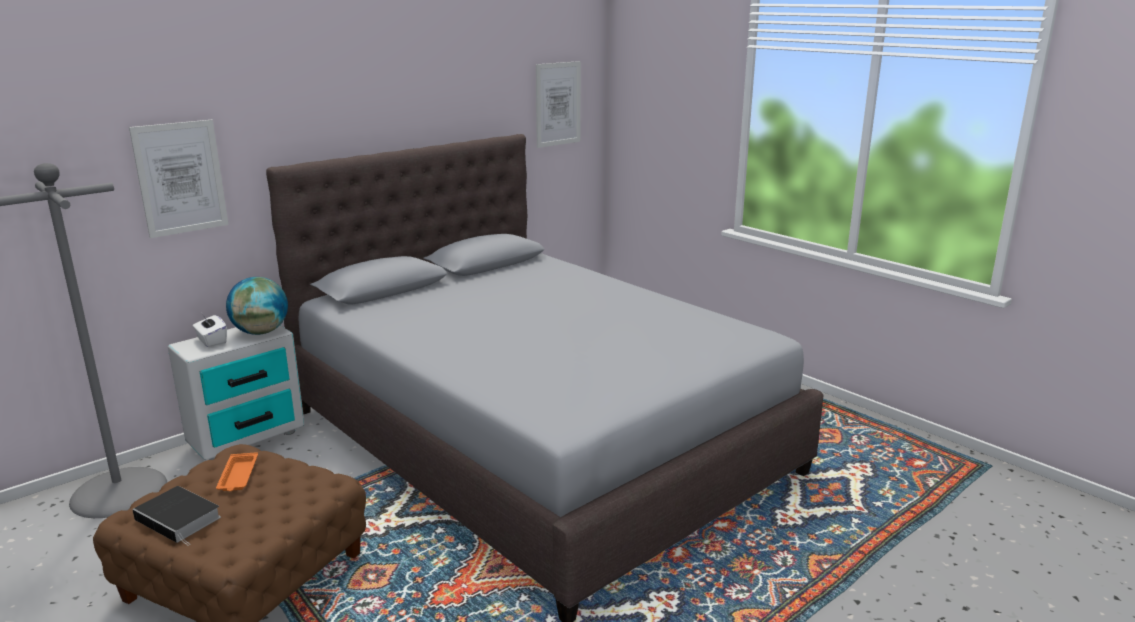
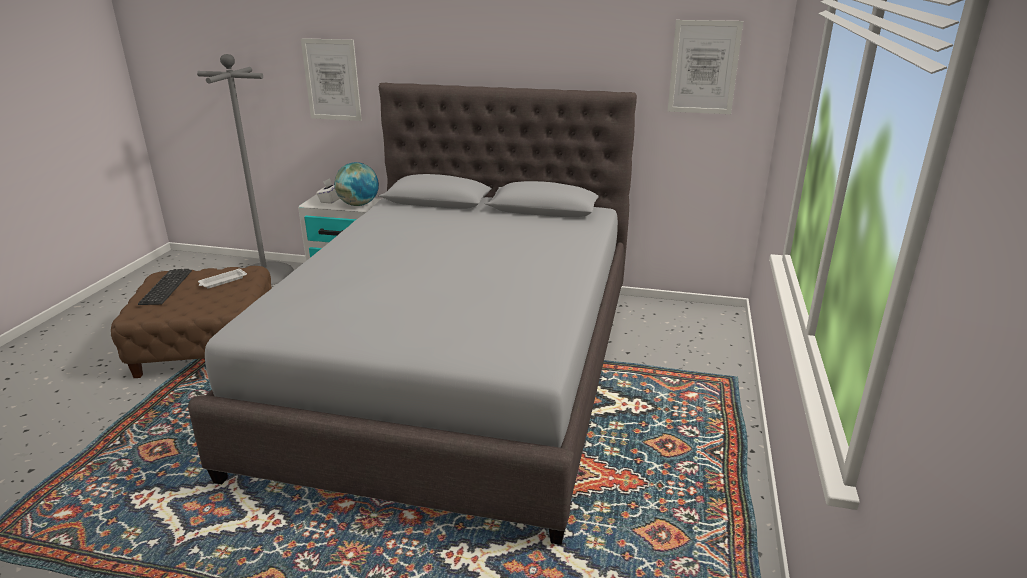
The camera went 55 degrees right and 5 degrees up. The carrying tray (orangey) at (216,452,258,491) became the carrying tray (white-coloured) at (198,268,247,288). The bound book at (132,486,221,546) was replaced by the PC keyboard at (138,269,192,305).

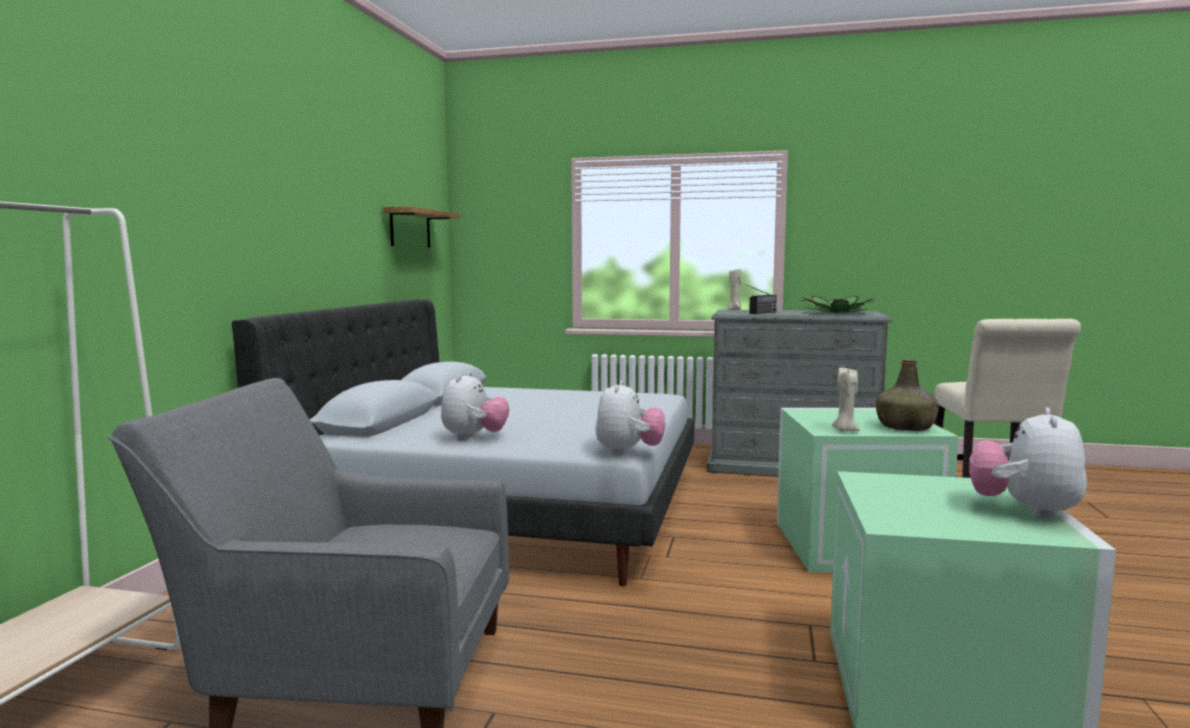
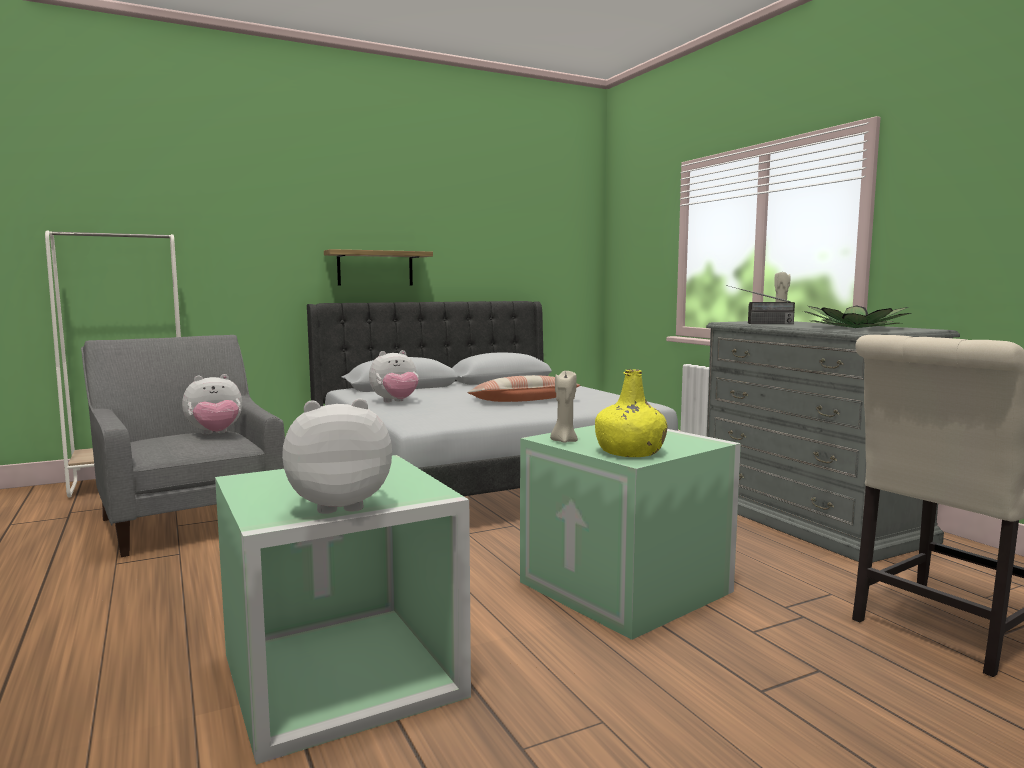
The camera went 50 degrees right and 0 degrees up. The shelf moved from (383,206,460,248) to (324,249,433,286). The drink bottle (green-coloured) at (876,359,939,431) became the drink bottle (yellow) at (595,369,668,457). The cuddly toy moved from (595,380,666,455) to (182,374,242,434). The pillow at (467,375,581,402) appeared.

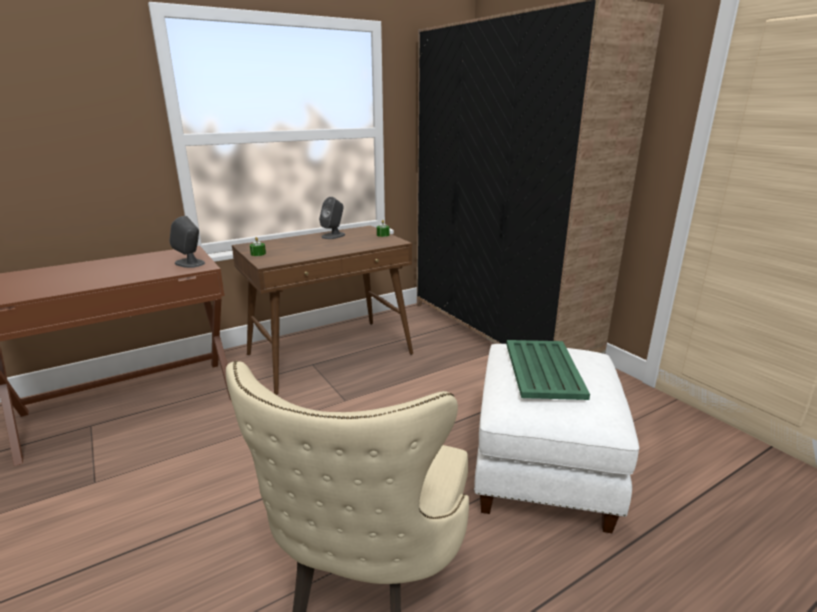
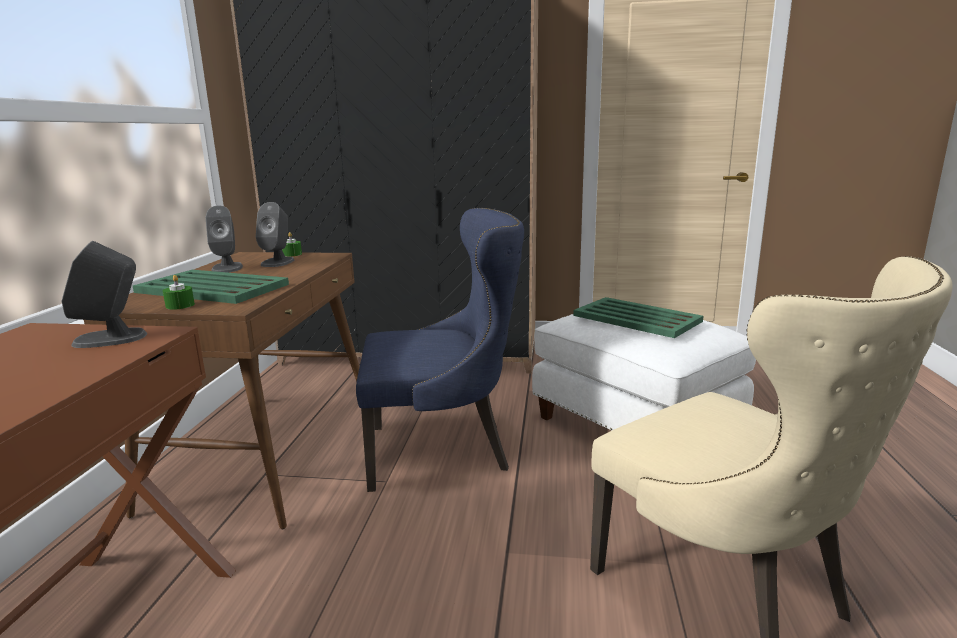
The camera went 50 degrees left and 5 degrees down. The loudspeaker (grey) at (256,202,294,267) appeared. The chair (bluish) at (356,208,524,492) appeared. The carrying tray (green-coloured) at (133,270,289,304) appeared.

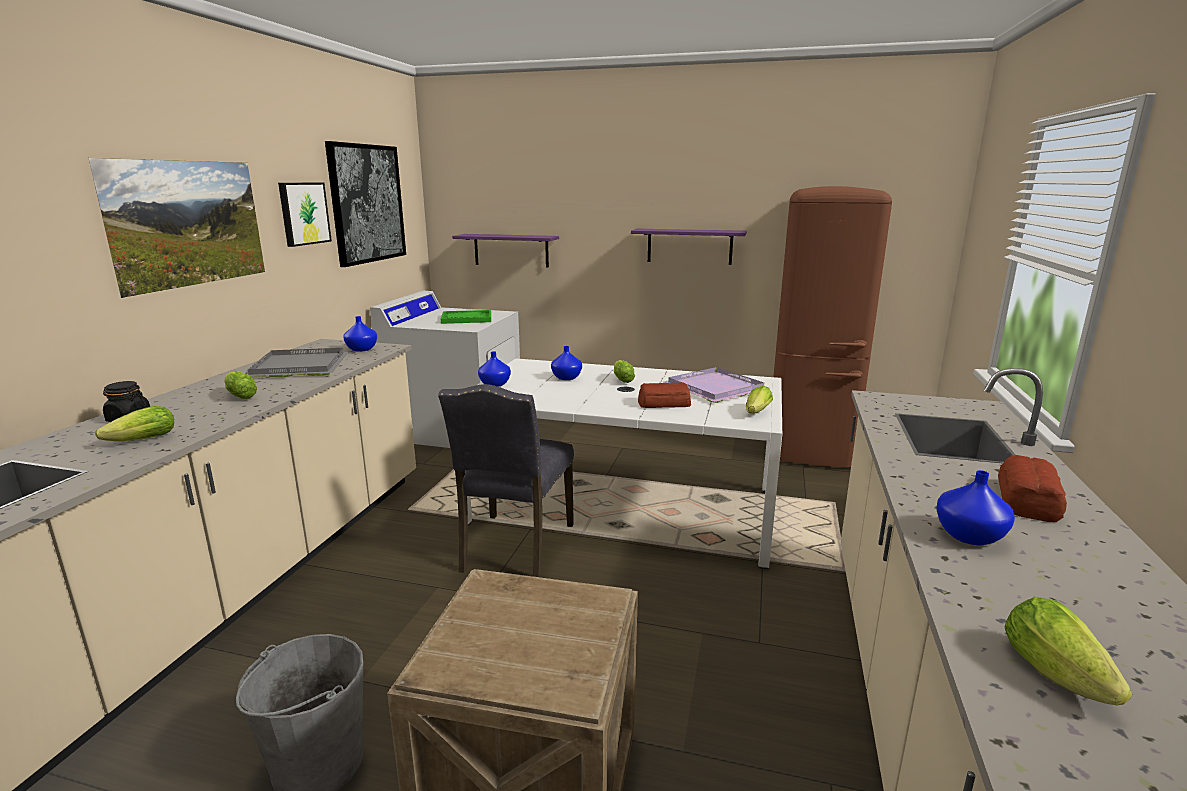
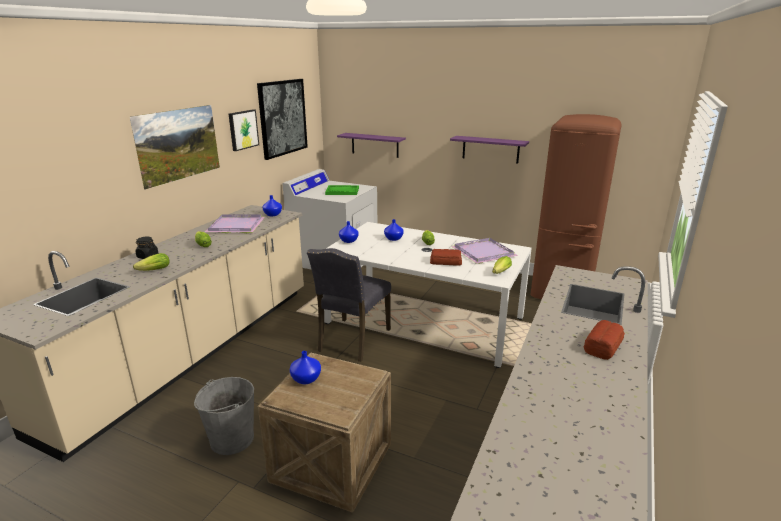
The camera went 10 degrees right and 5 degrees up. The carrying tray (grey) at (245,348,349,377) became the carrying tray (purple-coloured) at (205,214,265,233). The vase (bluish) moved from (937,470,1015,545) to (290,351,321,384). The head of lettuce at (1005,597,1132,705) disappeared.

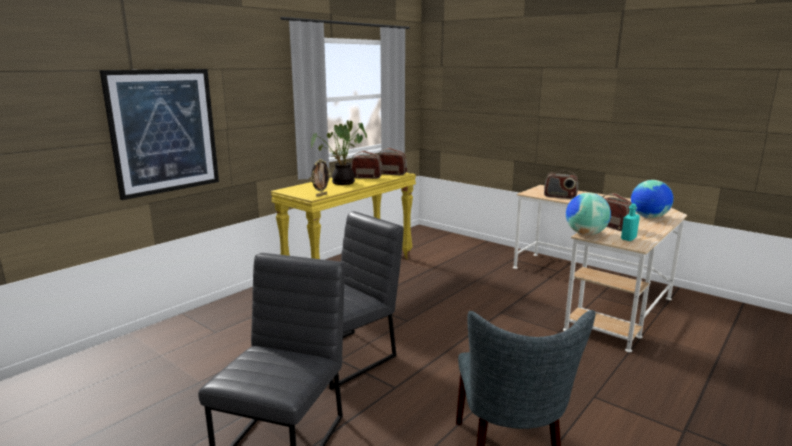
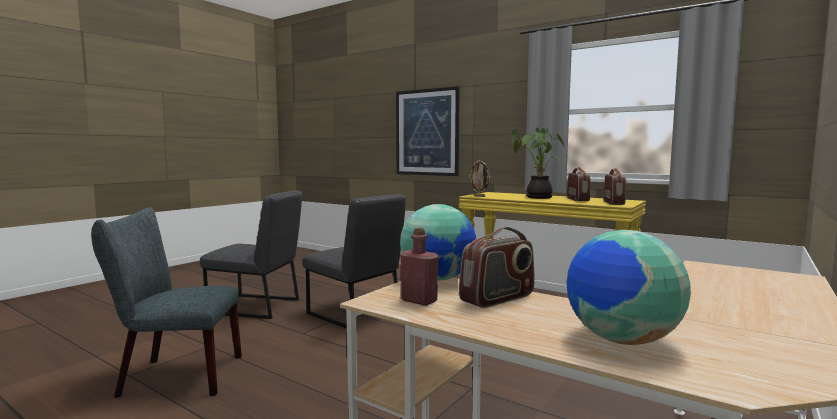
The camera went 85 degrees right and 10 degrees down. The radio set at (544,170,578,199) disappeared. The drink bottle (turquoise) at (621,203,640,241) became the drink bottle (red) at (400,228,439,306).

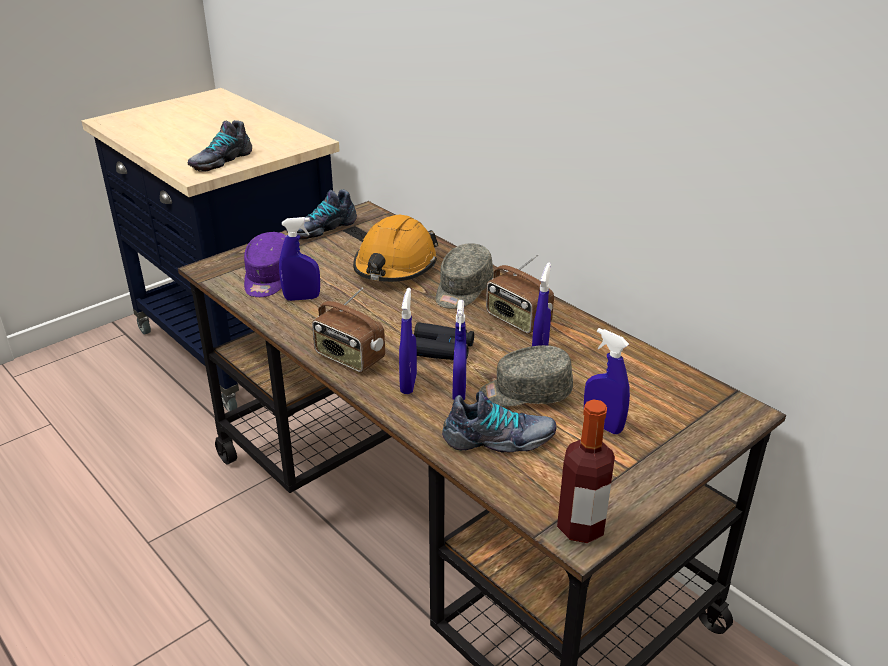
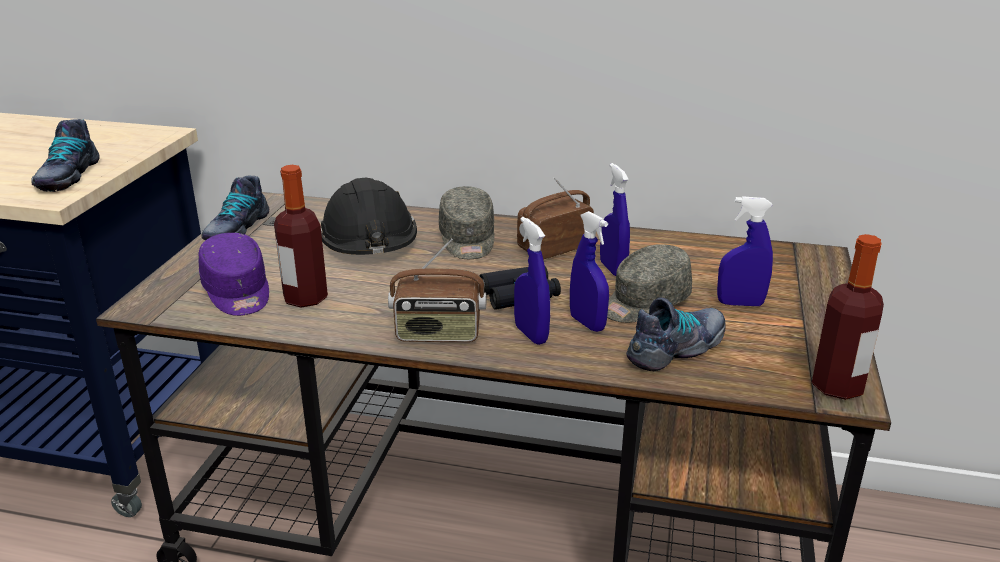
The camera went 35 degrees left and 5 degrees down. The safety helmet (orangey) at (353,215,439,282) became the safety helmet (black-coloured) at (321,178,417,255). The sprayer (bluish) at (279,217,320,301) was replaced by the drink bottle at (274,165,328,308). The radio set at (486,254,554,334) turned 135 degrees clockwise.

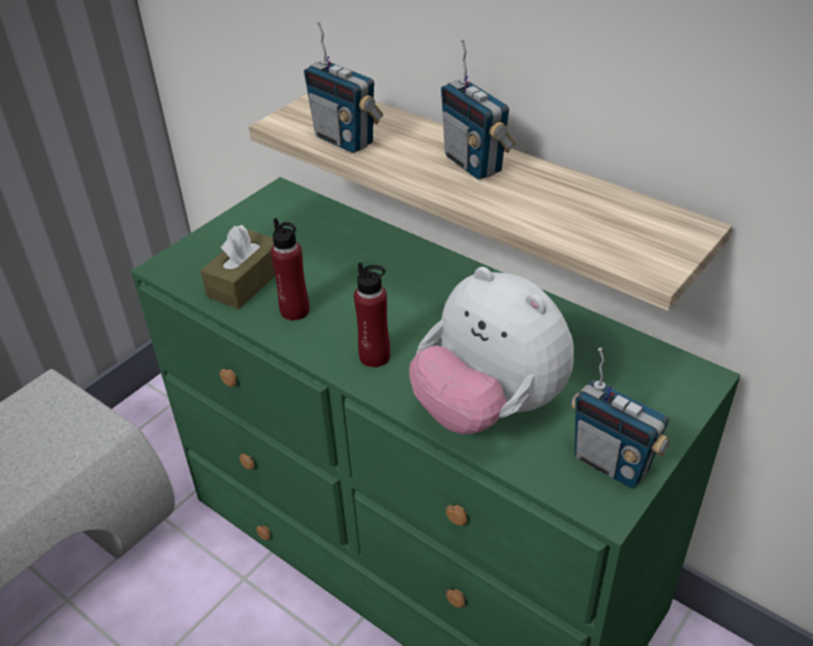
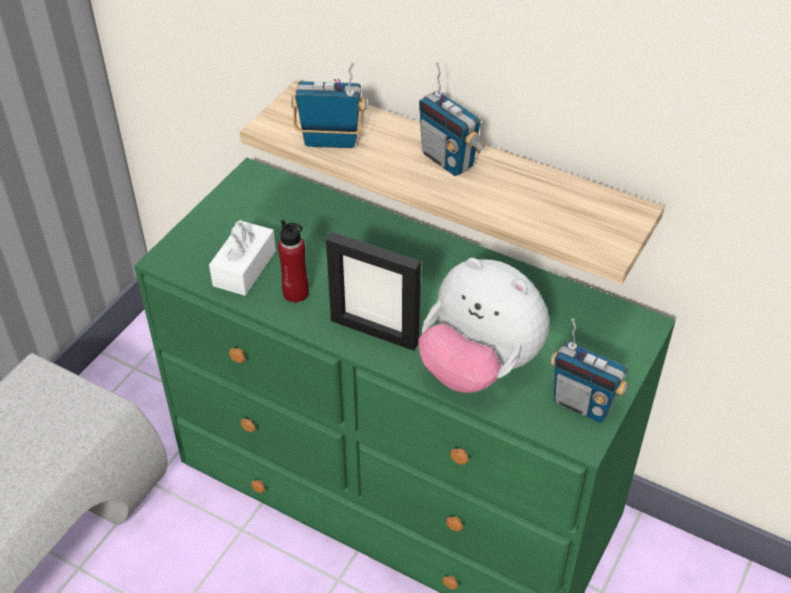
The camera went 10 degrees left and 5 degrees up. The radio set at (304,22,383,153) turned 150 degrees clockwise. The tissue box (brown) at (201,225,275,309) became the tissue box (white-coloured) at (209,220,276,296). The drink bottle (red) at (354,262,390,368) was replaced by the picture frame at (326,232,421,351).

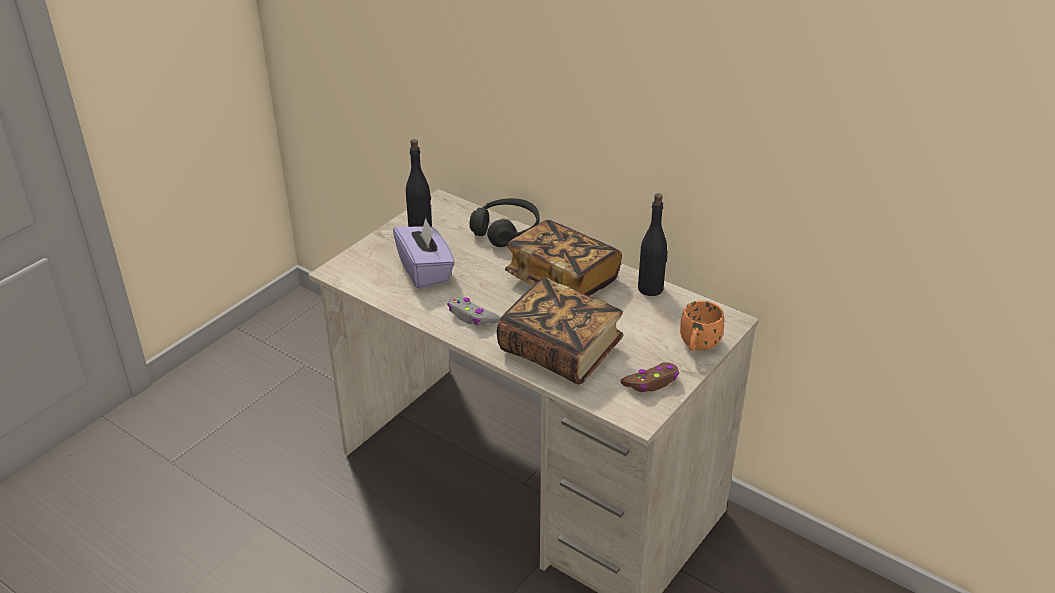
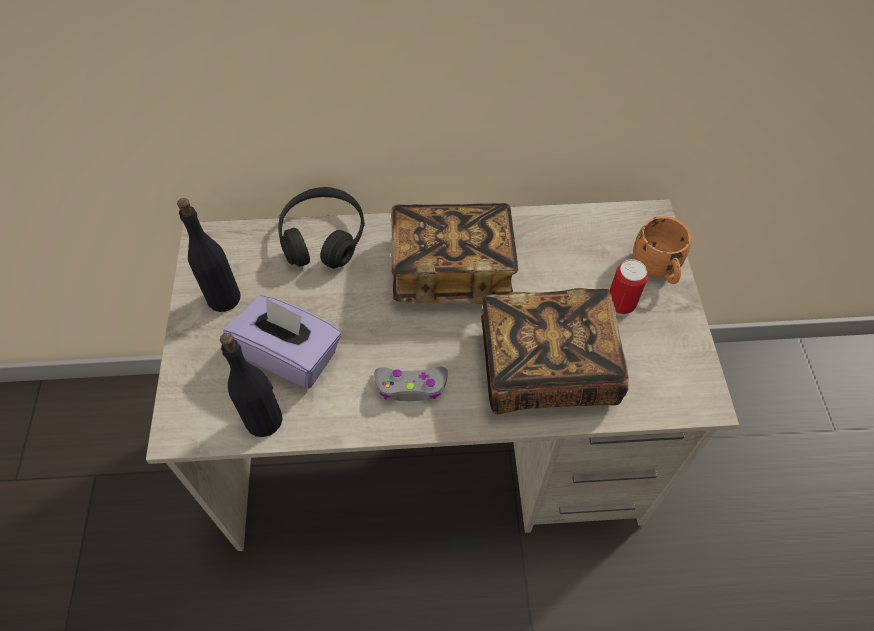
The camera went 40 degrees left and 20 degrees up. The drink bottle (black-coloured) moved from (638,193,668,296) to (220,333,283,437). The joypad (brown) at (621,362,679,392) disappeared. The can at (610,259,648,316) appeared.

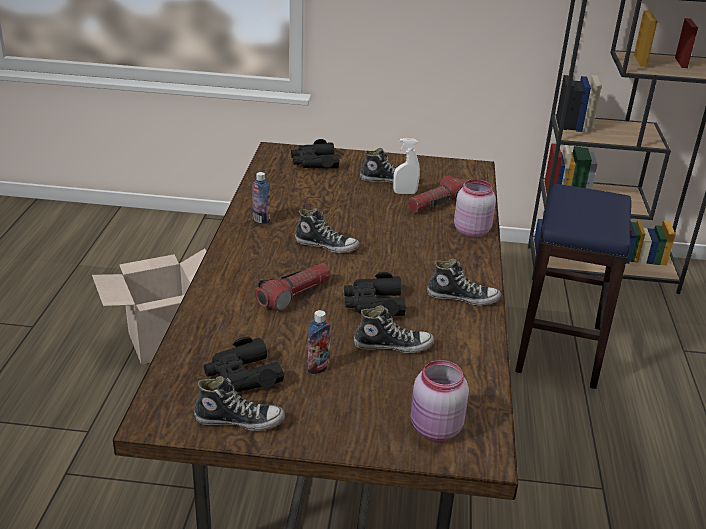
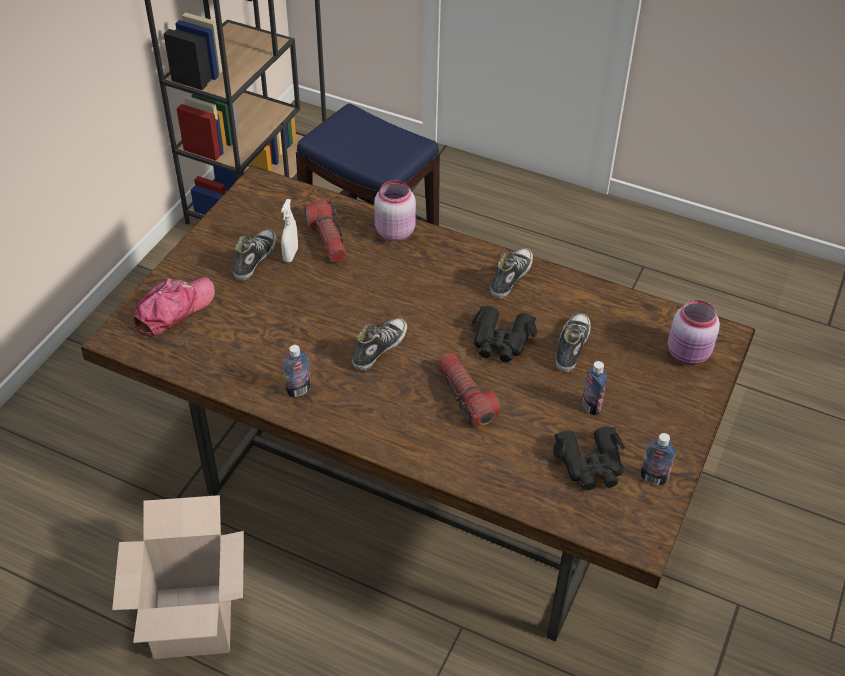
The camera went 70 degrees left and 15 degrees up. The field glasses (black-coloured) at (291,139,339,168) was replaced by the baseball cap at (133,277,215,336). The shoe at (194,376,285,431) was replaced by the drink bottle at (641,433,675,485).

